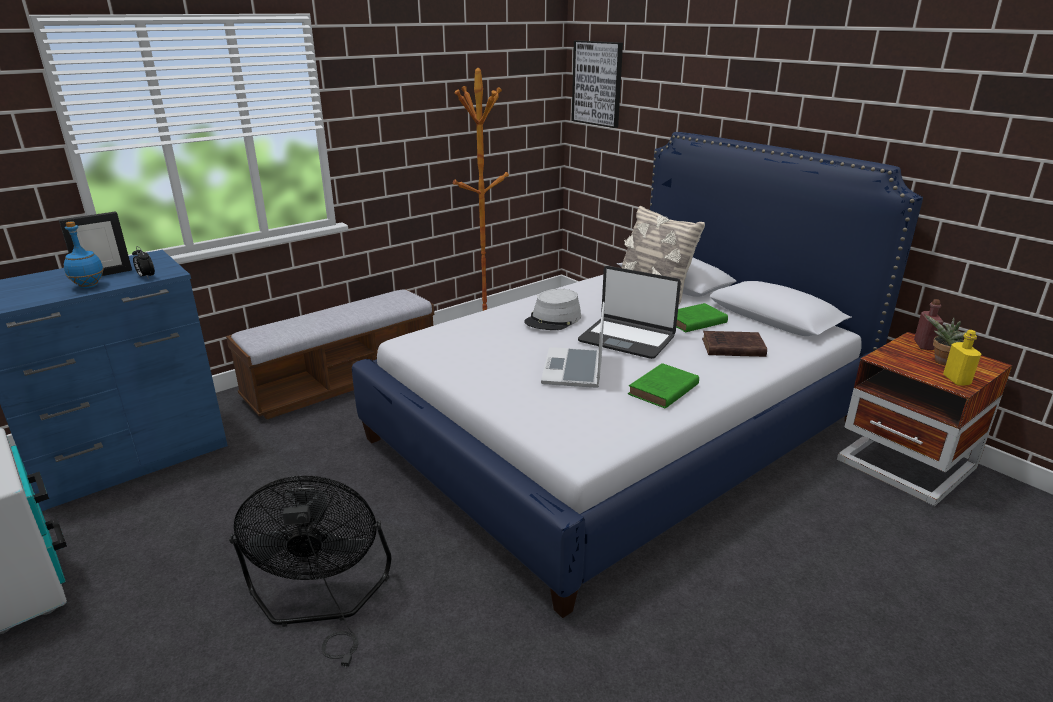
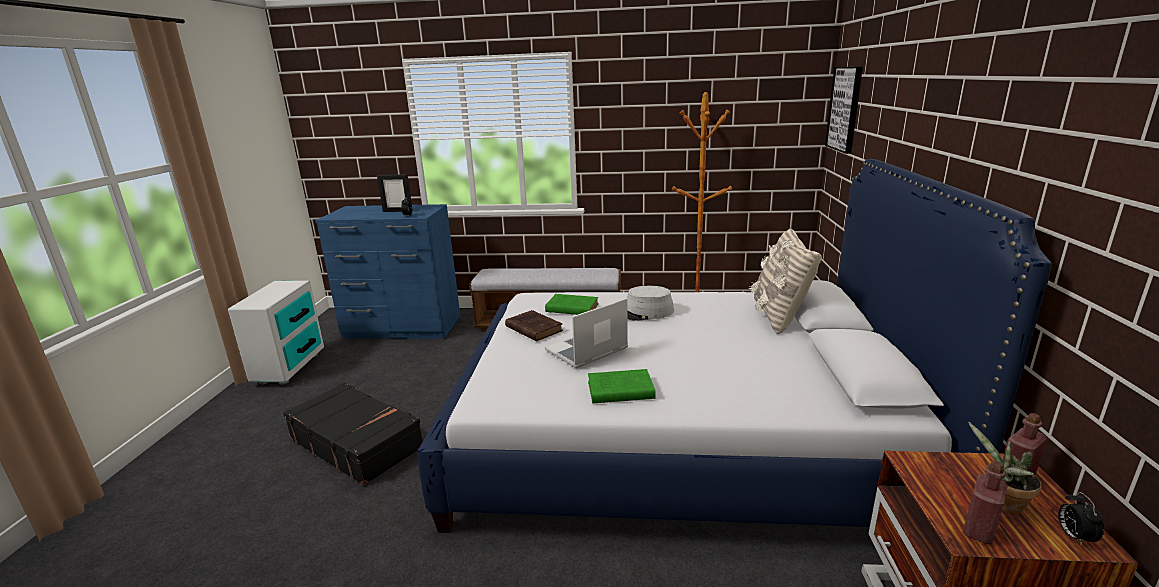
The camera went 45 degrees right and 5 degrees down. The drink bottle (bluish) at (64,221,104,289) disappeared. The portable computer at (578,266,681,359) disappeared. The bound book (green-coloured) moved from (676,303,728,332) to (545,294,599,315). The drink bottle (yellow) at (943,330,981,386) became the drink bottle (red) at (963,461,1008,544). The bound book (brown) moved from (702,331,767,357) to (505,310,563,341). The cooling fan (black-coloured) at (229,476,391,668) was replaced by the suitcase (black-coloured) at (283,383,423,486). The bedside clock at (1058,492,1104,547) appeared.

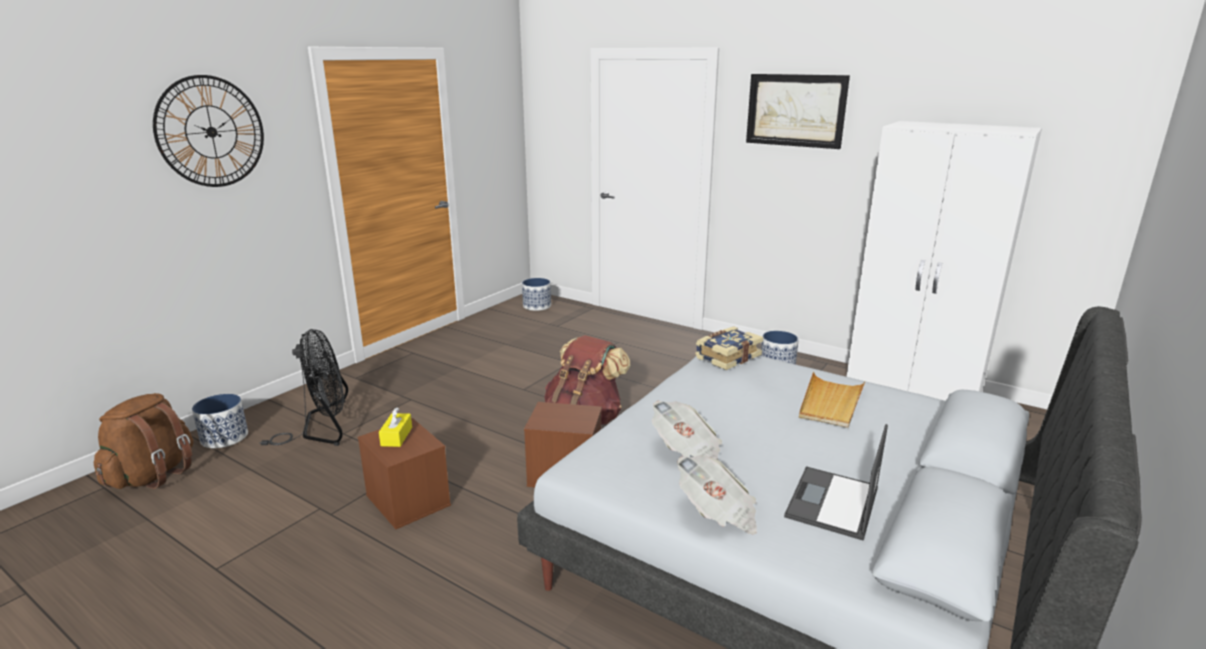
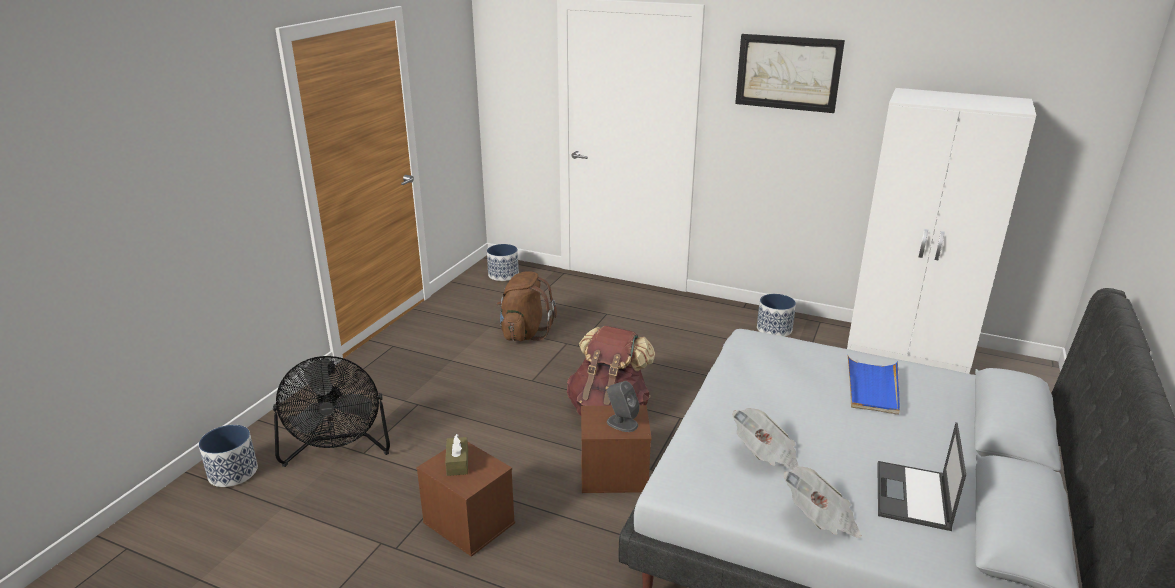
The camera went 10 degrees left and 5 degrees up. The hanging clock at (153,75,264,187) disappeared. The bound book at (695,326,763,370) disappeared. The cooling fan (black-coloured) at (259,329,348,446) turned 105 degrees clockwise. The carrying tray (beige-coloured) at (799,372,865,428) became the carrying tray (bluish) at (848,356,900,415). The knapsack (brown) moved from (94,393,193,489) to (496,271,557,341). The tissue box (yellow) at (379,407,412,447) became the tissue box (brown) at (445,434,468,476). The loudspeaker (grey) at (607,381,640,432) appeared.

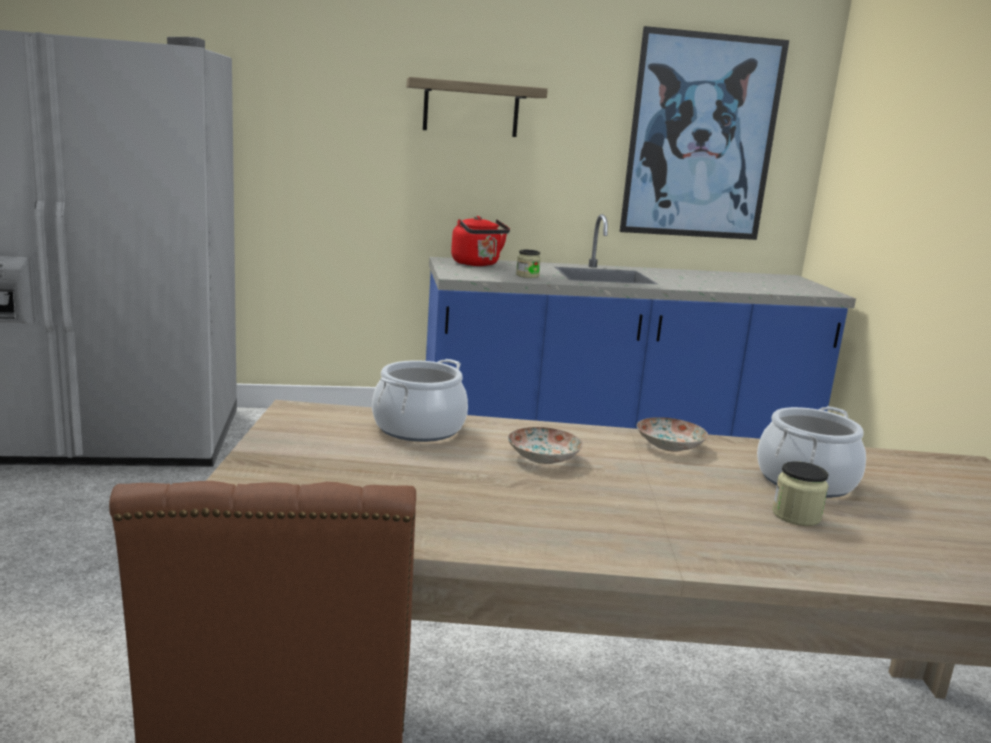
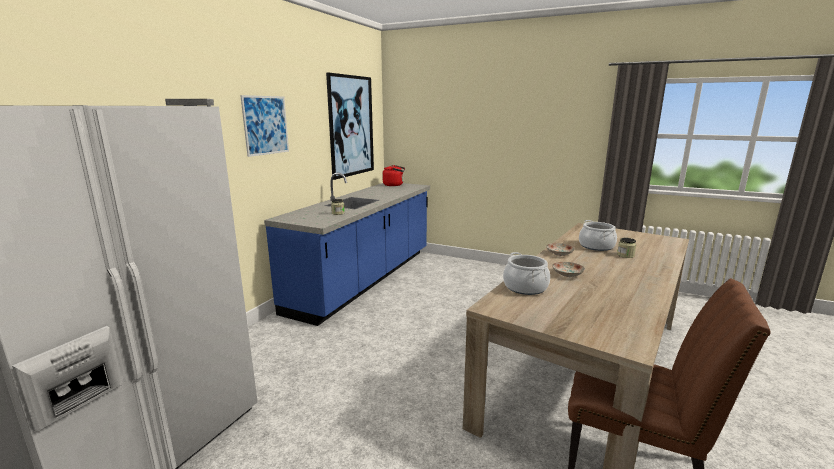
The camera went 55 degrees left and 0 degrees up. The shelf at (407,77,548,137) was replaced by the picture at (240,95,289,157). The water kettle (red) moved from (451,216,510,266) to (382,165,405,186).

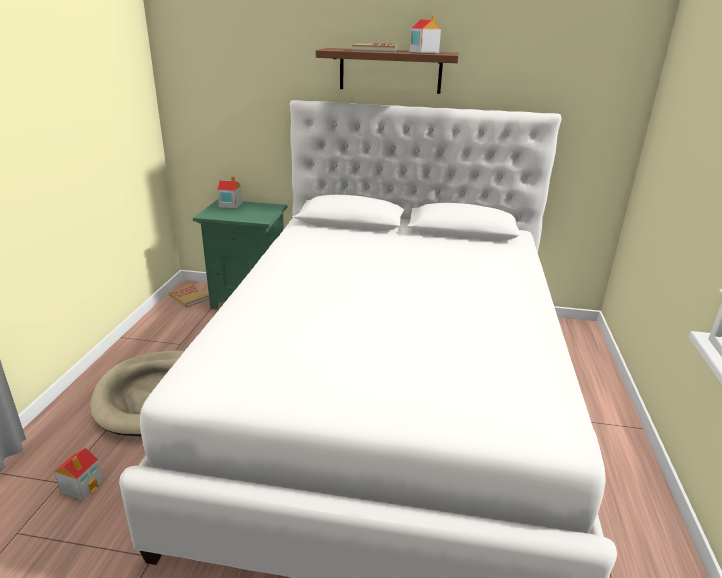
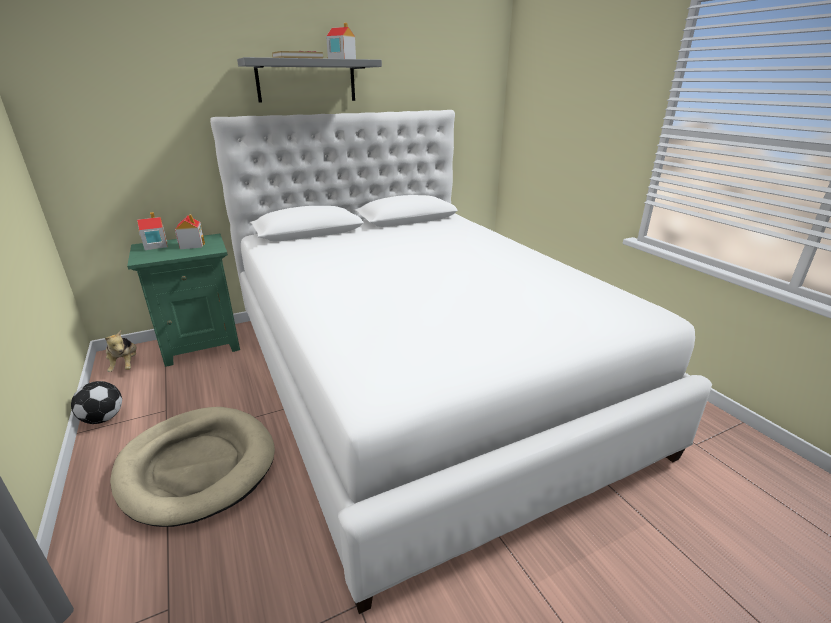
The camera went 35 degrees left and 0 degrees up. The shelf (brown) at (316,48,459,94) became the shelf (grey) at (237,57,382,103). The bound book at (168,285,209,308) was replaced by the cuddly toy at (105,330,136,372). The miniature house moved from (54,447,104,500) to (175,214,205,249). The ball for football at (71,381,122,424) appeared.

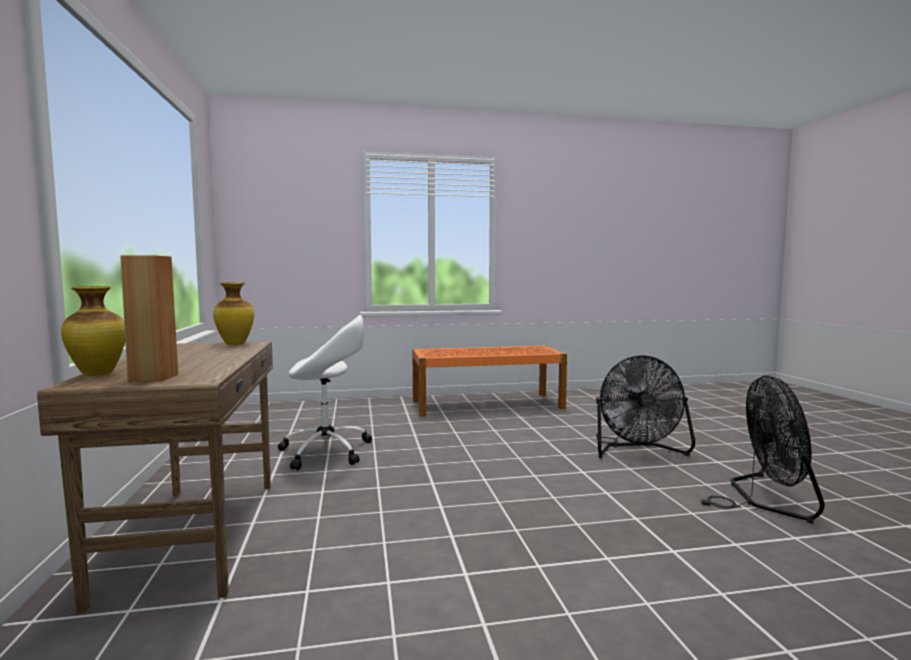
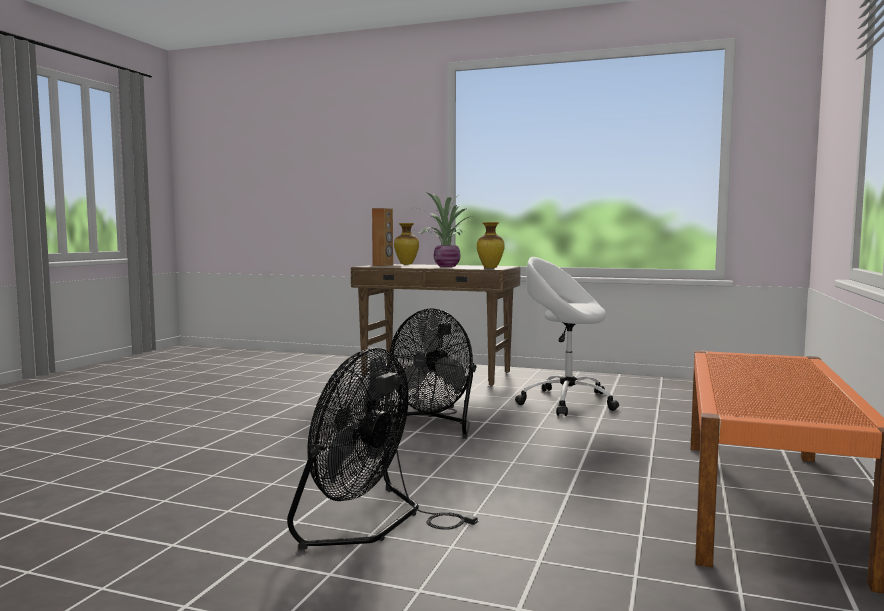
The camera went 120 degrees right and 0 degrees up. The computer chair (white-coloured) at (278,315,372,470) turned 90 degrees clockwise. The cooling fan (black-coloured) moved from (699,375,825,524) to (378,309,477,439). The potted plant at (406,193,473,267) appeared.

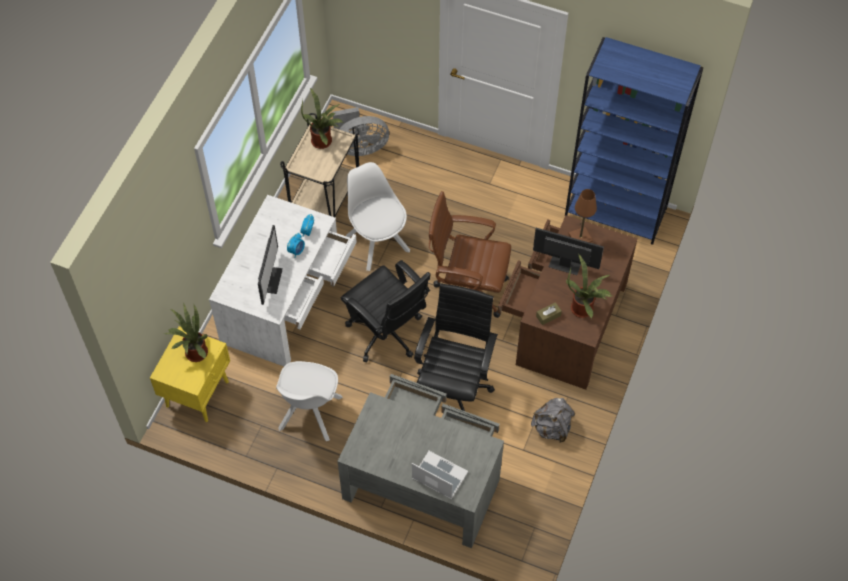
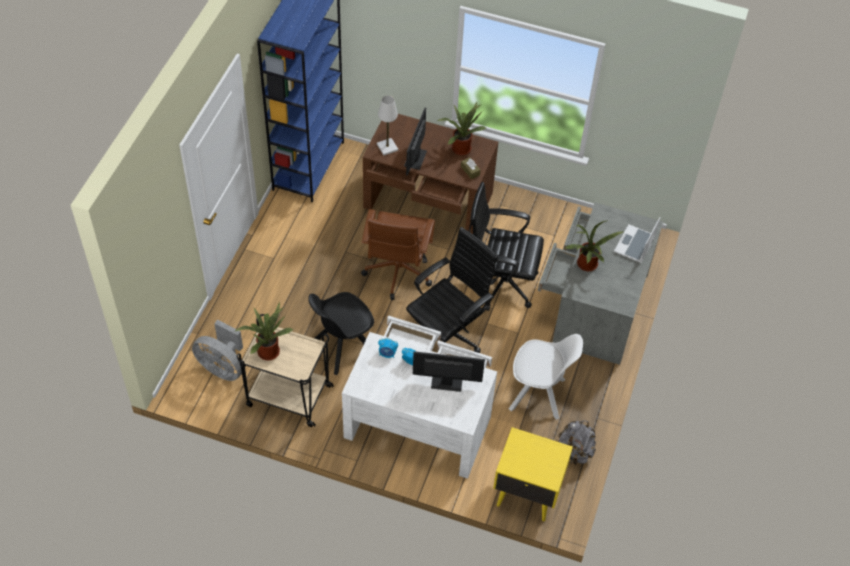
The camera went 95 degrees left and 5 degrees down. The cooling fan (grey) at (332,107,389,156) turned 135 degrees clockwise. The chair (white-coloured) at (346,162,410,271) became the chair (black-coloured) at (308,292,374,375). The lamp for a table (brown) at (568,189,597,243) became the lamp for a table (white-coloured) at (377,95,398,156). The potted plant moved from (165,304,208,362) to (565,220,623,271). The knapsack (grey) moved from (531,398,575,443) to (558,420,596,465).

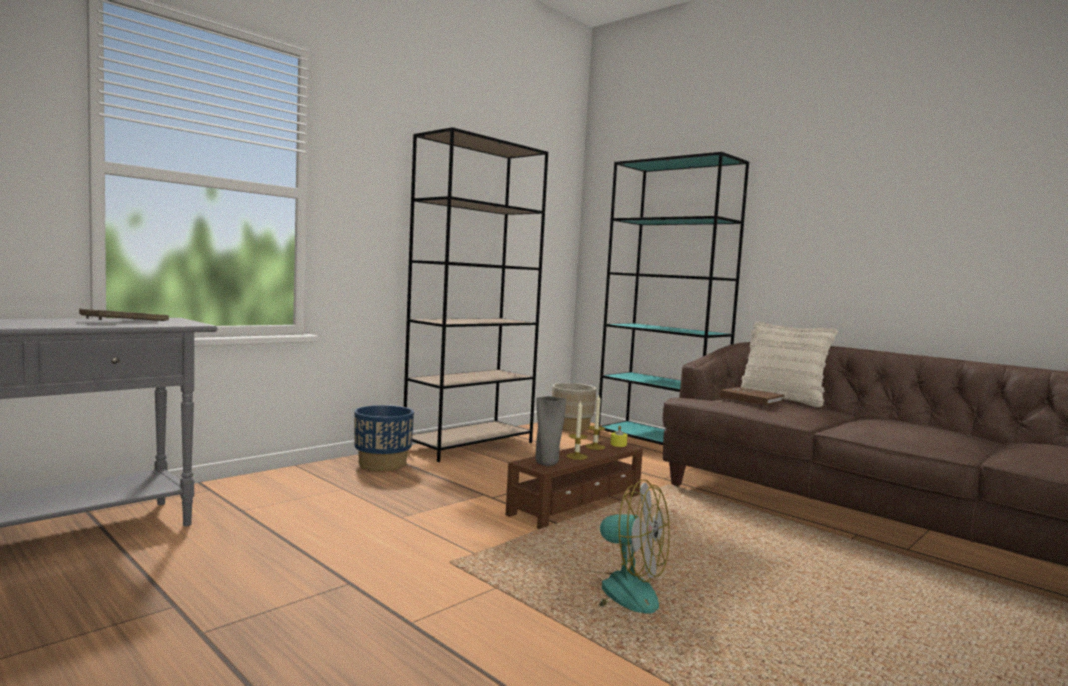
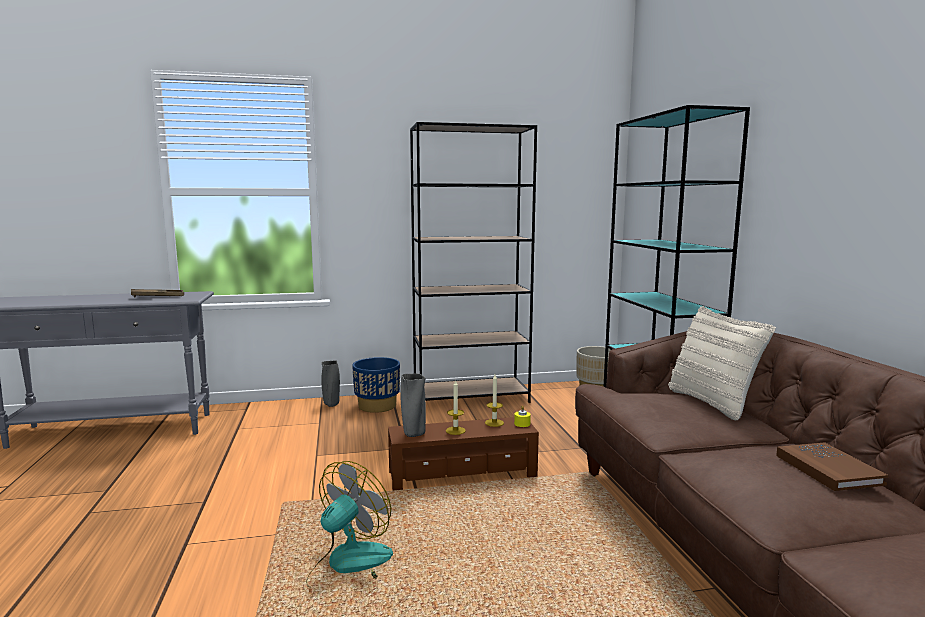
The camera went 35 degrees right and 5 degrees up. The bound book (brown) moved from (719,387,784,405) to (776,442,888,491). The cooling fan at (578,479,670,614) turned 120 degrees counterclockwise. The vase (grey) at (321,360,340,407) appeared.

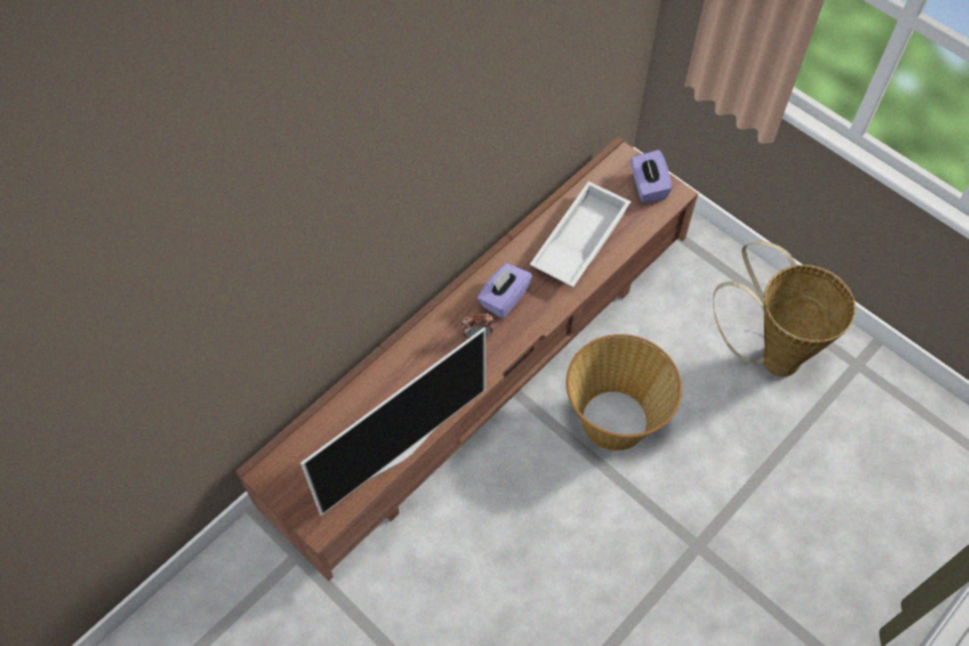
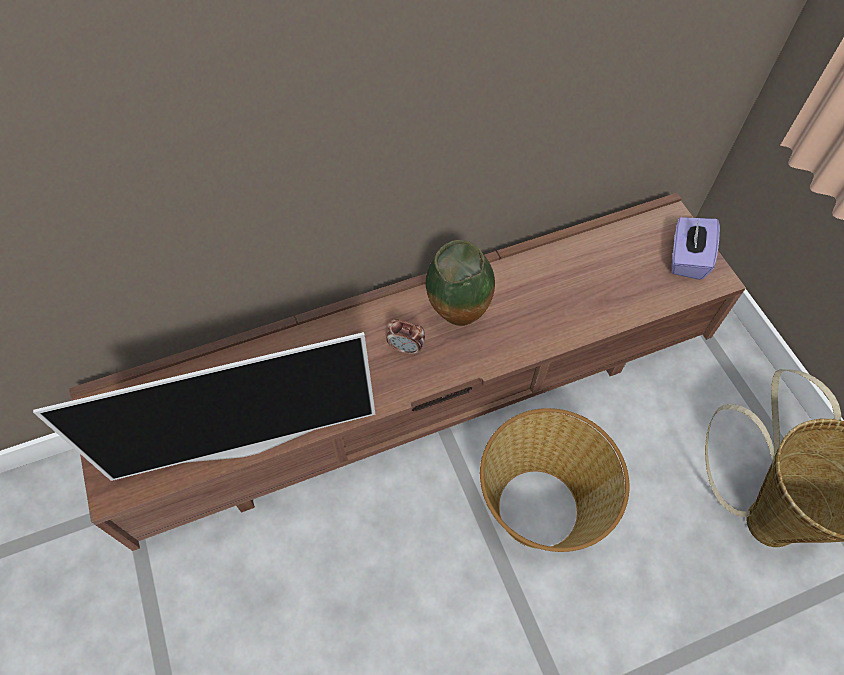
The camera went 25 degrees right and 0 degrees up. The carrying tray (white-coloured) at (530,181,631,287) disappeared. The tissue box (purple-coloured) at (477,263,532,319) was replaced by the vase at (425,240,495,326).

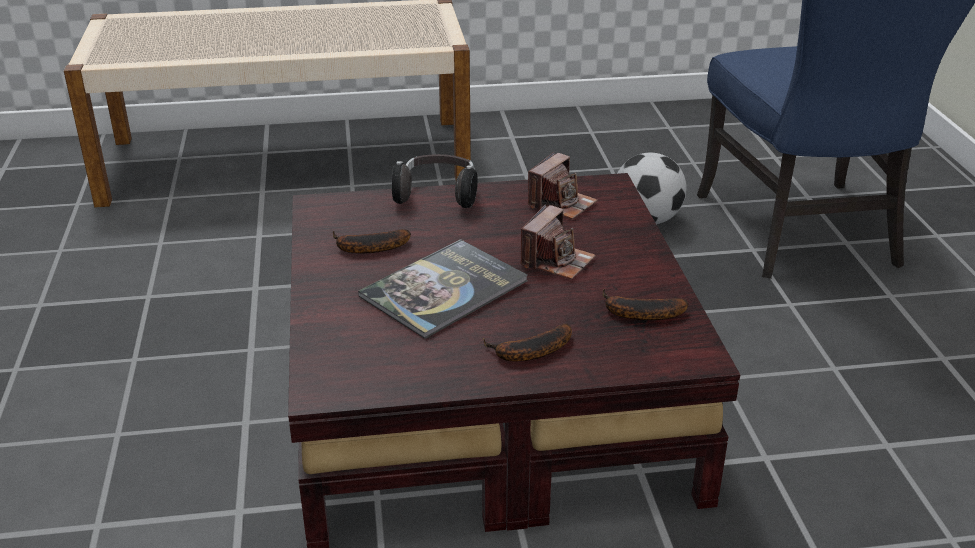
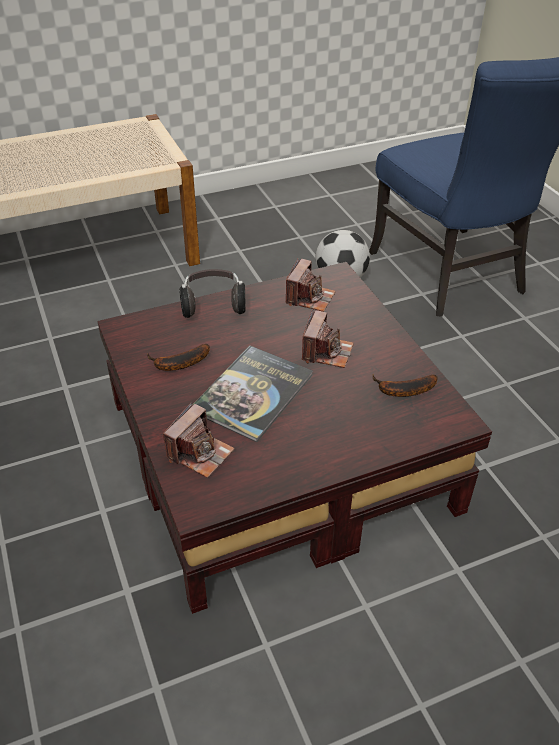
The camera went 15 degrees left and 10 degrees up. The banana at (483,324,572,361) disappeared. The still camera at (163,403,235,478) appeared.

